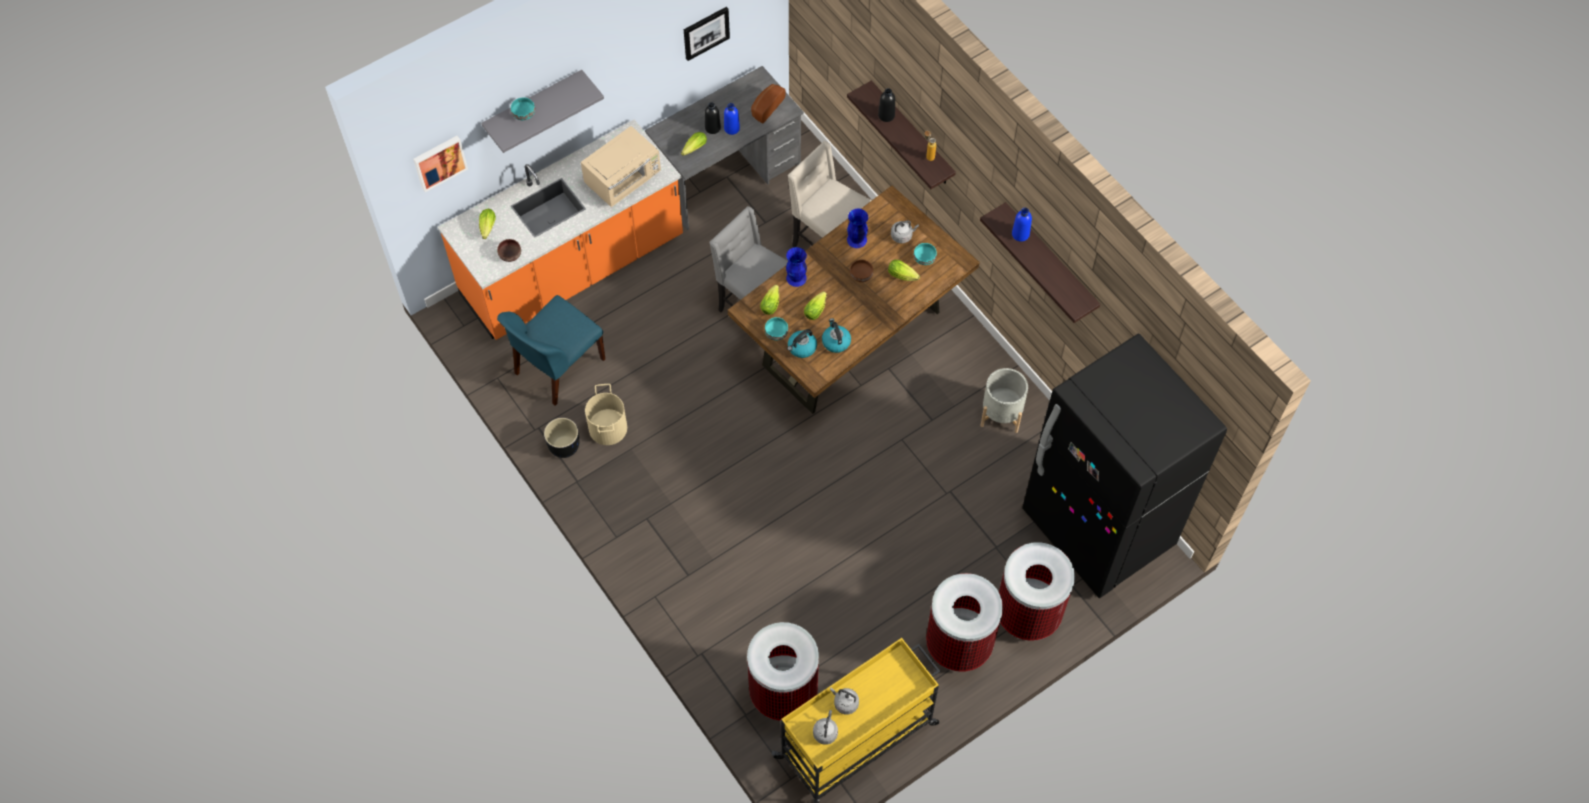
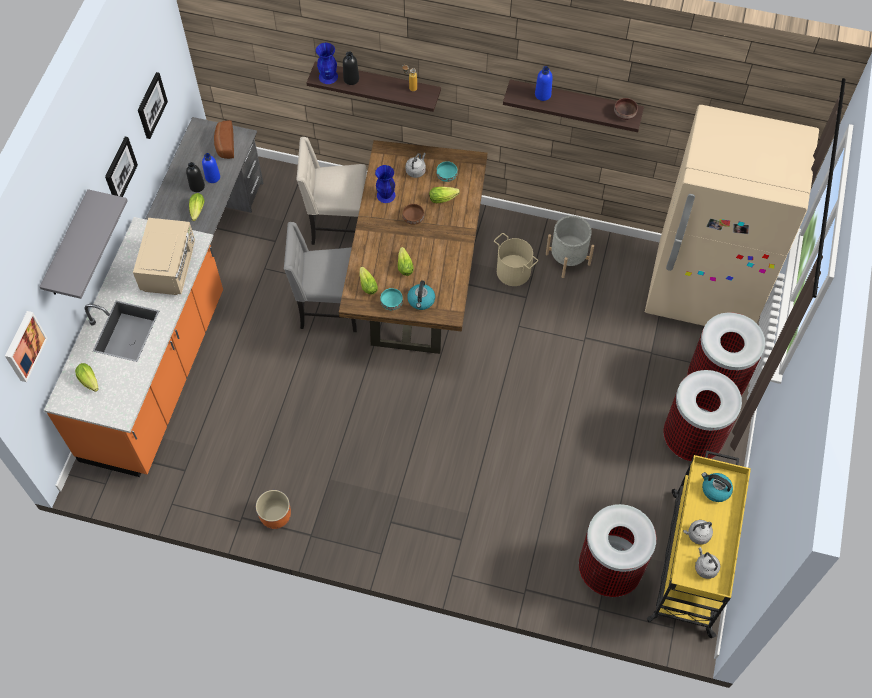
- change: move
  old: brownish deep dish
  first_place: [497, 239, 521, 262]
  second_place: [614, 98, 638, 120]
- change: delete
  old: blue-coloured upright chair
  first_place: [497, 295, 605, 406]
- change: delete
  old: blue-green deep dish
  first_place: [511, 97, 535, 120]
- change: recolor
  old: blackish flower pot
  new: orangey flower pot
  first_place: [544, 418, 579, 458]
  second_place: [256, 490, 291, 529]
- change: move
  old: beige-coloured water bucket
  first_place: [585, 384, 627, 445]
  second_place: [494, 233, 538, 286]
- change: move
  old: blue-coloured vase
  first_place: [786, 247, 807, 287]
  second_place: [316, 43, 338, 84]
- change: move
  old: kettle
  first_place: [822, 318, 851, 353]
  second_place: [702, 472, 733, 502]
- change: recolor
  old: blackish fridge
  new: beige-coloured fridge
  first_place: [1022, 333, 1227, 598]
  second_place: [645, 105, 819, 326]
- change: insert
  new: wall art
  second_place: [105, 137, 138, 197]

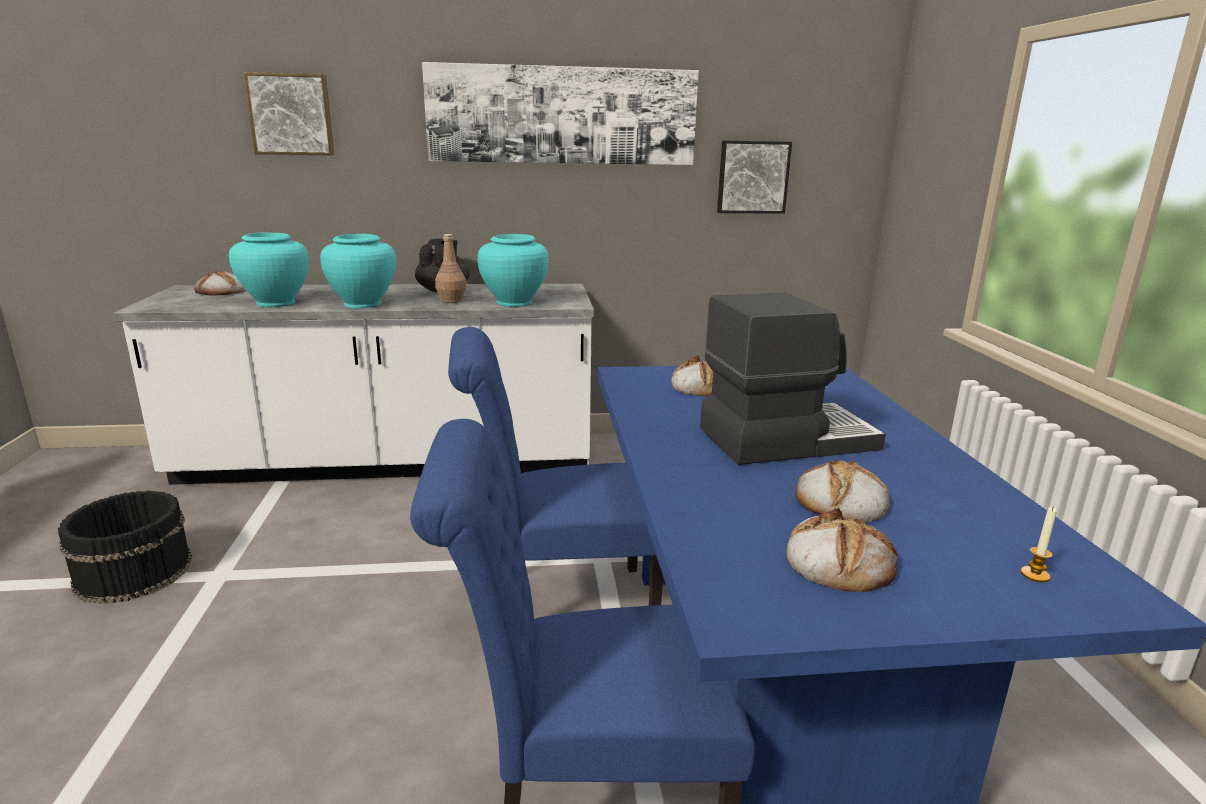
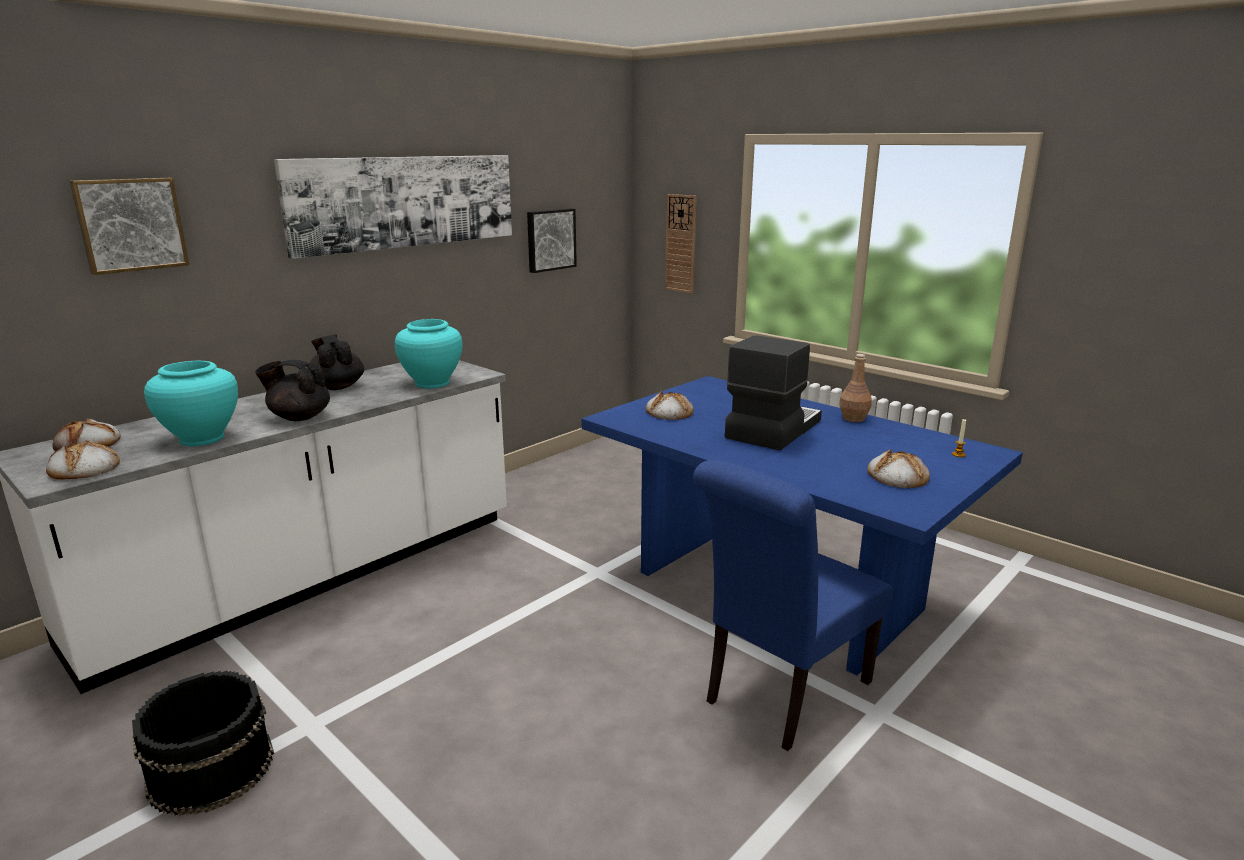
- change: replace
  old: blue-green vase
  new: blackish pot for tea
  first_place: [320, 234, 396, 308]
  second_place: [255, 360, 330, 421]
- change: move
  old: brownish drink bottle
  first_place: [435, 234, 467, 303]
  second_place: [839, 354, 872, 422]
- change: delete
  old: blue-coloured upright chair
  first_place: [448, 327, 663, 606]
- change: move
  old: bakery bread
  first_place: [795, 460, 890, 522]
  second_place: [46, 440, 120, 480]
- change: insert
  new: hanging clock
  second_place: [665, 194, 697, 293]

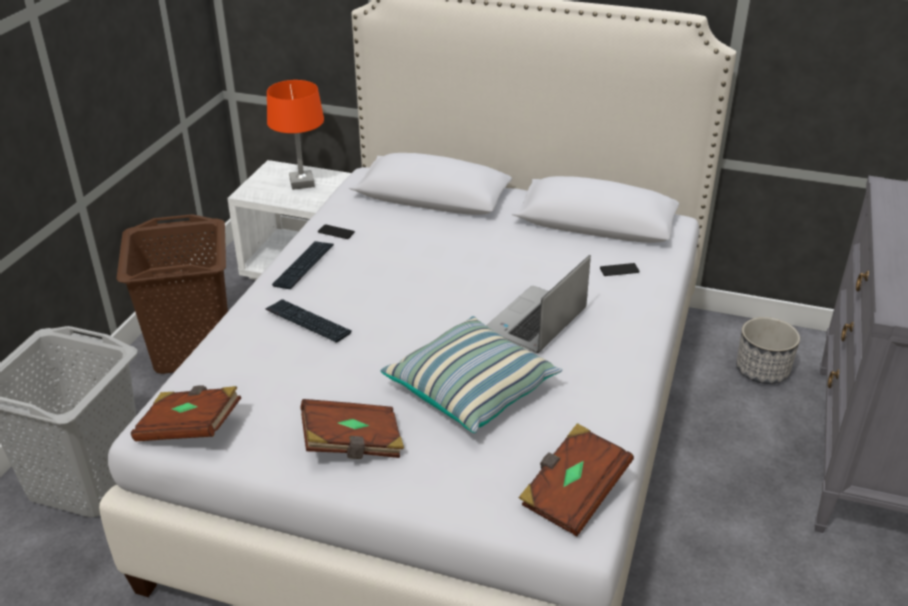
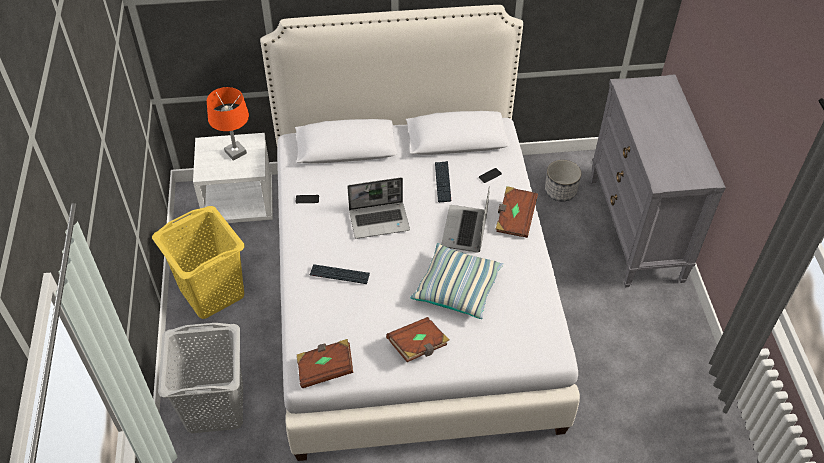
- change: recolor
  old: brownish washing basket
  new: yellowish washing basket
  first_place: [116, 214, 228, 374]
  second_place: [152, 206, 245, 319]
- change: move
  old: PC keyboard
  first_place: [272, 241, 334, 289]
  second_place: [435, 161, 451, 202]
- change: move
  old: brownish volume
  first_place: [518, 423, 634, 536]
  second_place: [496, 186, 538, 238]
- change: insert
  new: portable computer
  second_place: [347, 177, 410, 239]

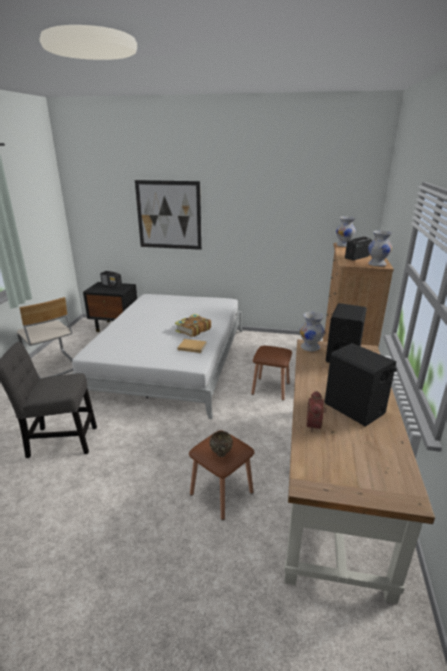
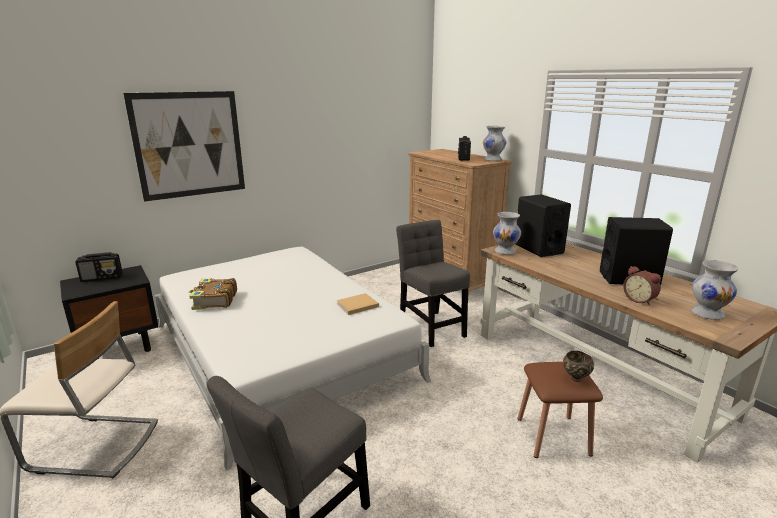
- change: move
  old: volume
  first_place: [175, 314, 211, 337]
  second_place: [188, 278, 237, 310]
- change: replace
  old: brownish stool
  new: grey upright chair
  first_place: [251, 346, 292, 400]
  second_place: [396, 220, 470, 347]
- change: move
  old: white vase
  first_place: [336, 216, 356, 247]
  second_place: [691, 260, 739, 320]

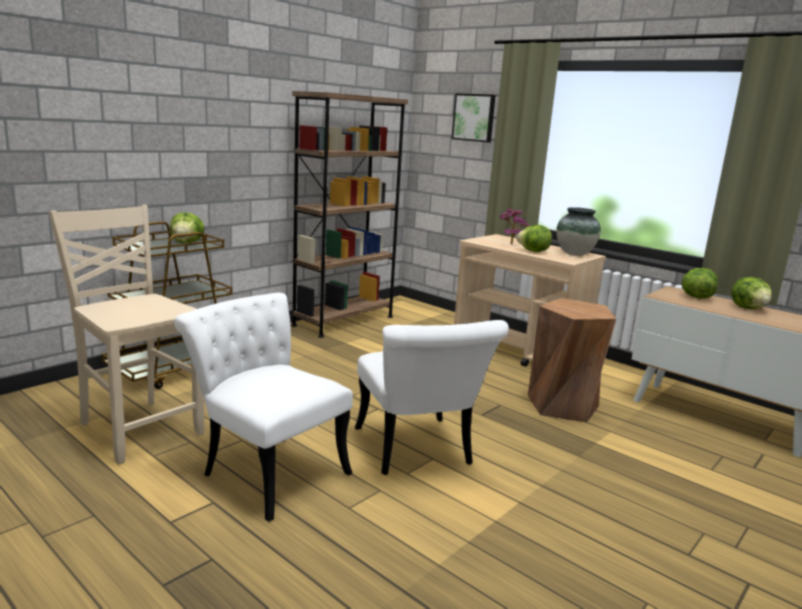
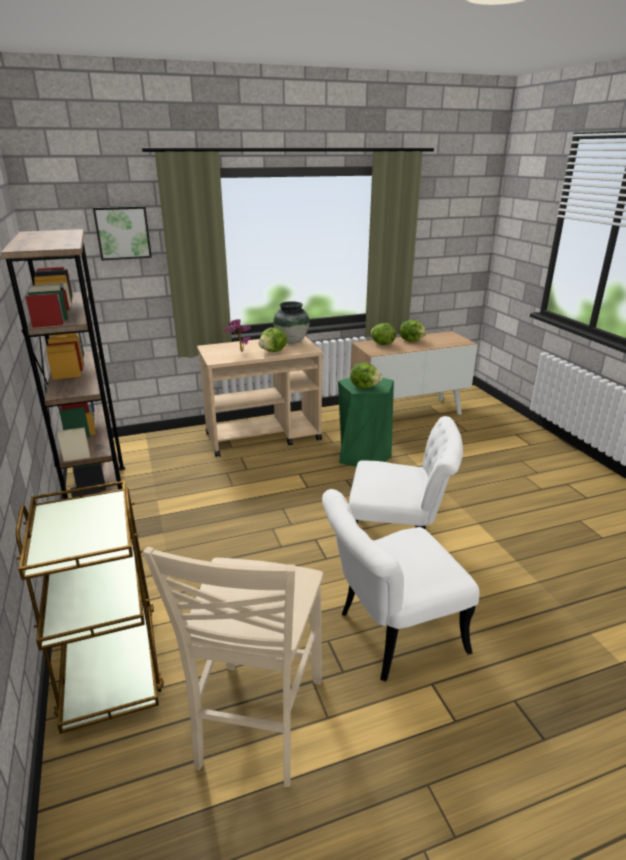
- change: rotate
  old: beige-coloured upright chair
  first_place: [48, 205, 204, 465]
  second_place: [143, 547, 323, 787]
  degrees: -60
- change: move
  old: lettuce
  first_place: [170, 212, 205, 243]
  second_place: [350, 362, 382, 389]
- change: recolor
  old: brownish stool
  new: green-coloured stool
  first_place: [528, 298, 616, 423]
  second_place: [338, 378, 394, 467]

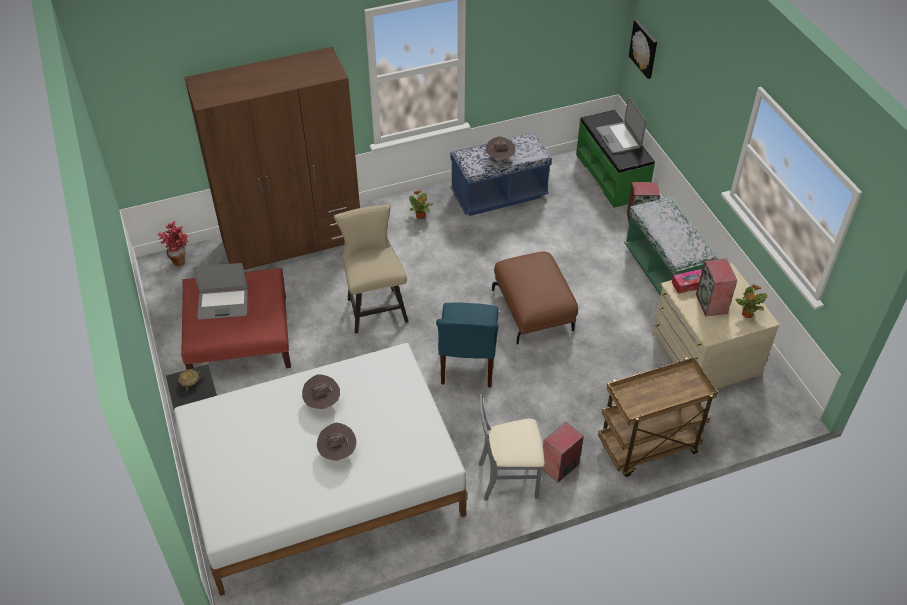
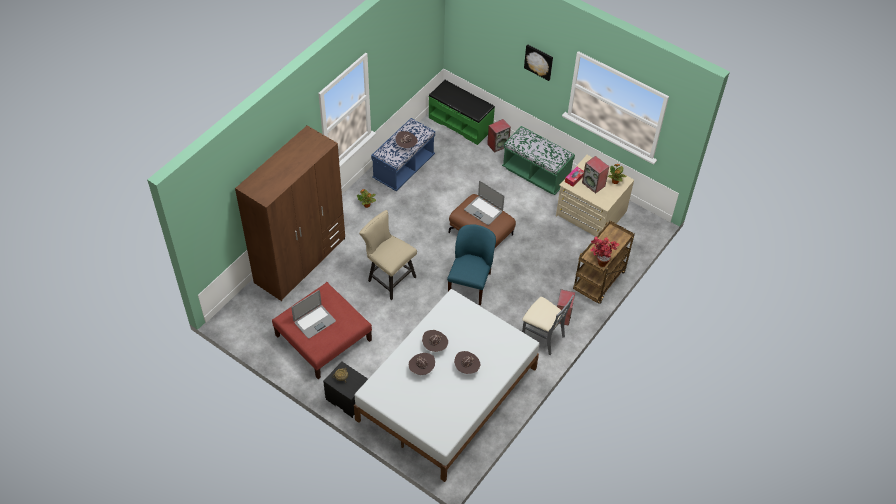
- change: move
  old: plant in a pot
  first_place: [158, 221, 189, 266]
  second_place: [590, 236, 620, 267]
- change: rotate
  old: blue-coloured upright chair
  first_place: [436, 302, 499, 388]
  second_place: [447, 224, 496, 305]
  degrees: -135
- change: rotate
  old: grey upright chair
  first_place: [479, 394, 545, 501]
  second_place: [522, 295, 574, 355]
  degrees: -105
- change: move
  old: portable computer
  first_place: [596, 97, 646, 153]
  second_place: [464, 181, 504, 225]
- change: move
  old: wall art
  first_place: [629, 19, 657, 79]
  second_place: [524, 45, 553, 81]
- change: insert
  new: brownish wearable hat
  second_place: [409, 353, 435, 375]

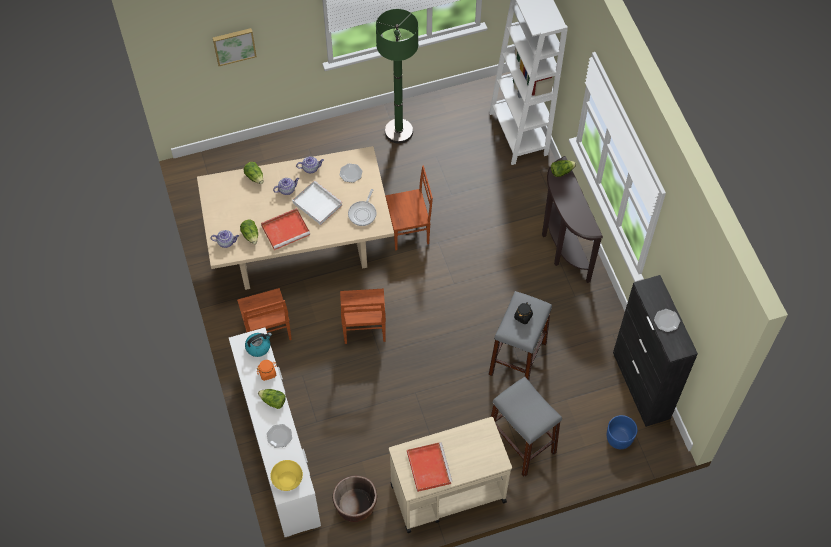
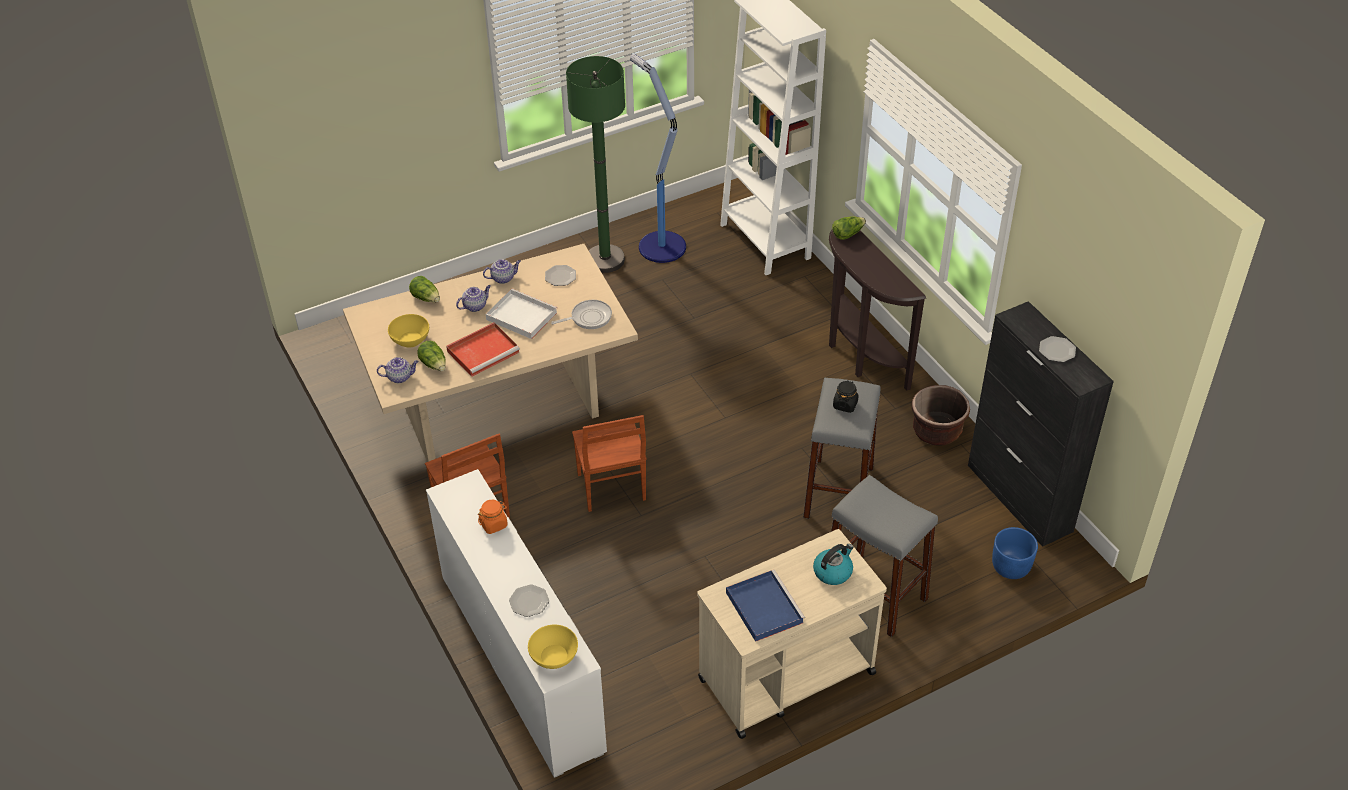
- change: delete
  old: wall art
  first_place: [213, 28, 257, 66]
- change: move
  old: kettle
  first_place: [245, 332, 272, 357]
  second_place: [813, 544, 854, 585]
- change: delete
  old: lettuce
  first_place: [258, 389, 286, 409]
- change: move
  old: brownish flower pot
  first_place: [333, 475, 377, 522]
  second_place: [912, 385, 970, 446]
- change: rotate
  old: frying pan
  first_place: [348, 189, 377, 226]
  second_place: [551, 300, 612, 329]
  degrees: -120
- change: delete
  old: brownish upright chair
  first_place: [385, 166, 433, 250]
- change: recolor
  old: red-coloured tray
  new: blue-coloured tray
  first_place: [407, 442, 453, 492]
  second_place: [726, 570, 805, 642]
- change: insert
  new: yellowish deep dish
  second_place: [388, 314, 429, 347]
- change: insert
  new: standing lamp
  second_place: [630, 54, 686, 263]

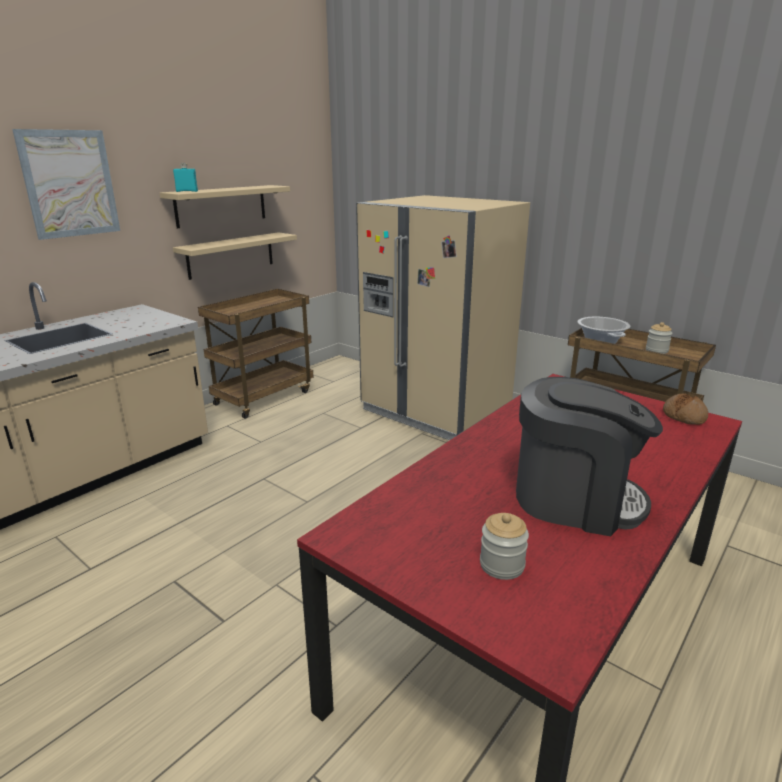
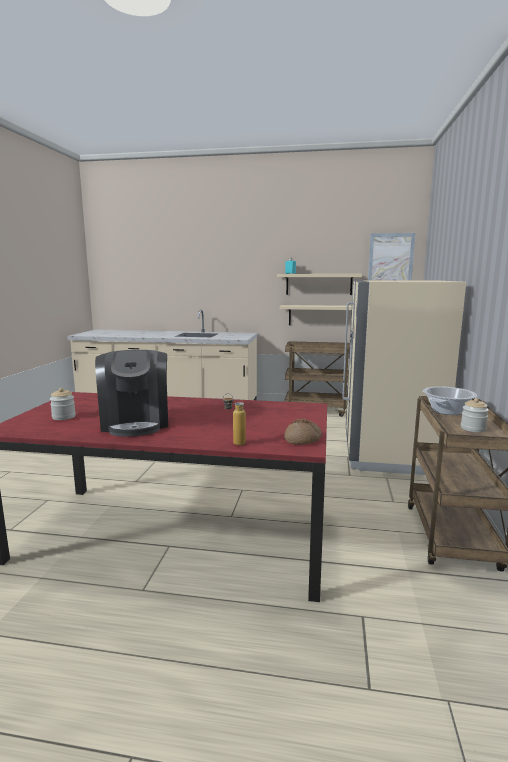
- change: move
  old: wall art
  first_place: [12, 129, 120, 240]
  second_place: [368, 233, 415, 280]
- change: insert
  new: drink bottle
  second_place: [223, 393, 246, 445]

